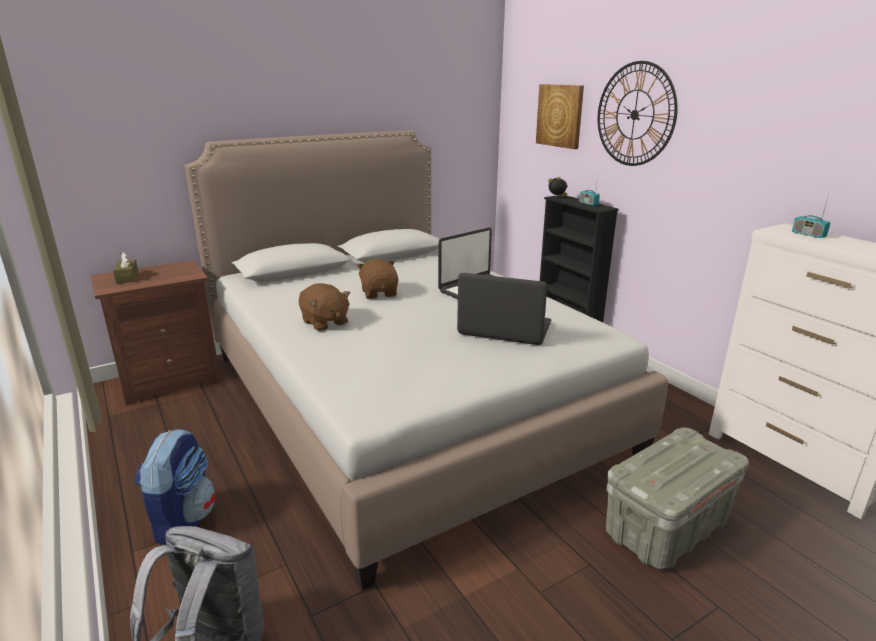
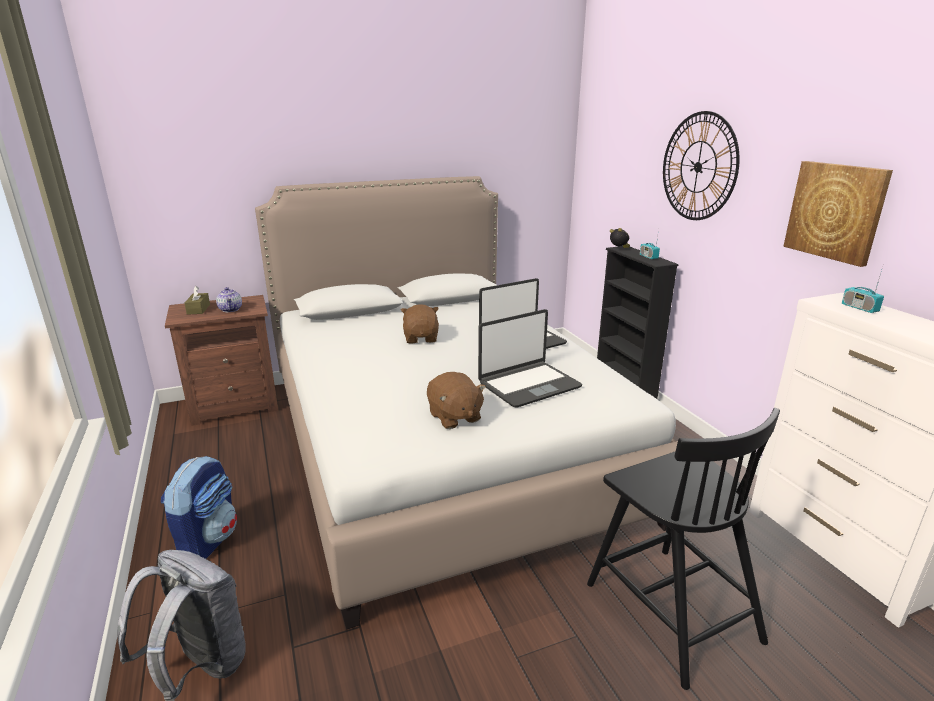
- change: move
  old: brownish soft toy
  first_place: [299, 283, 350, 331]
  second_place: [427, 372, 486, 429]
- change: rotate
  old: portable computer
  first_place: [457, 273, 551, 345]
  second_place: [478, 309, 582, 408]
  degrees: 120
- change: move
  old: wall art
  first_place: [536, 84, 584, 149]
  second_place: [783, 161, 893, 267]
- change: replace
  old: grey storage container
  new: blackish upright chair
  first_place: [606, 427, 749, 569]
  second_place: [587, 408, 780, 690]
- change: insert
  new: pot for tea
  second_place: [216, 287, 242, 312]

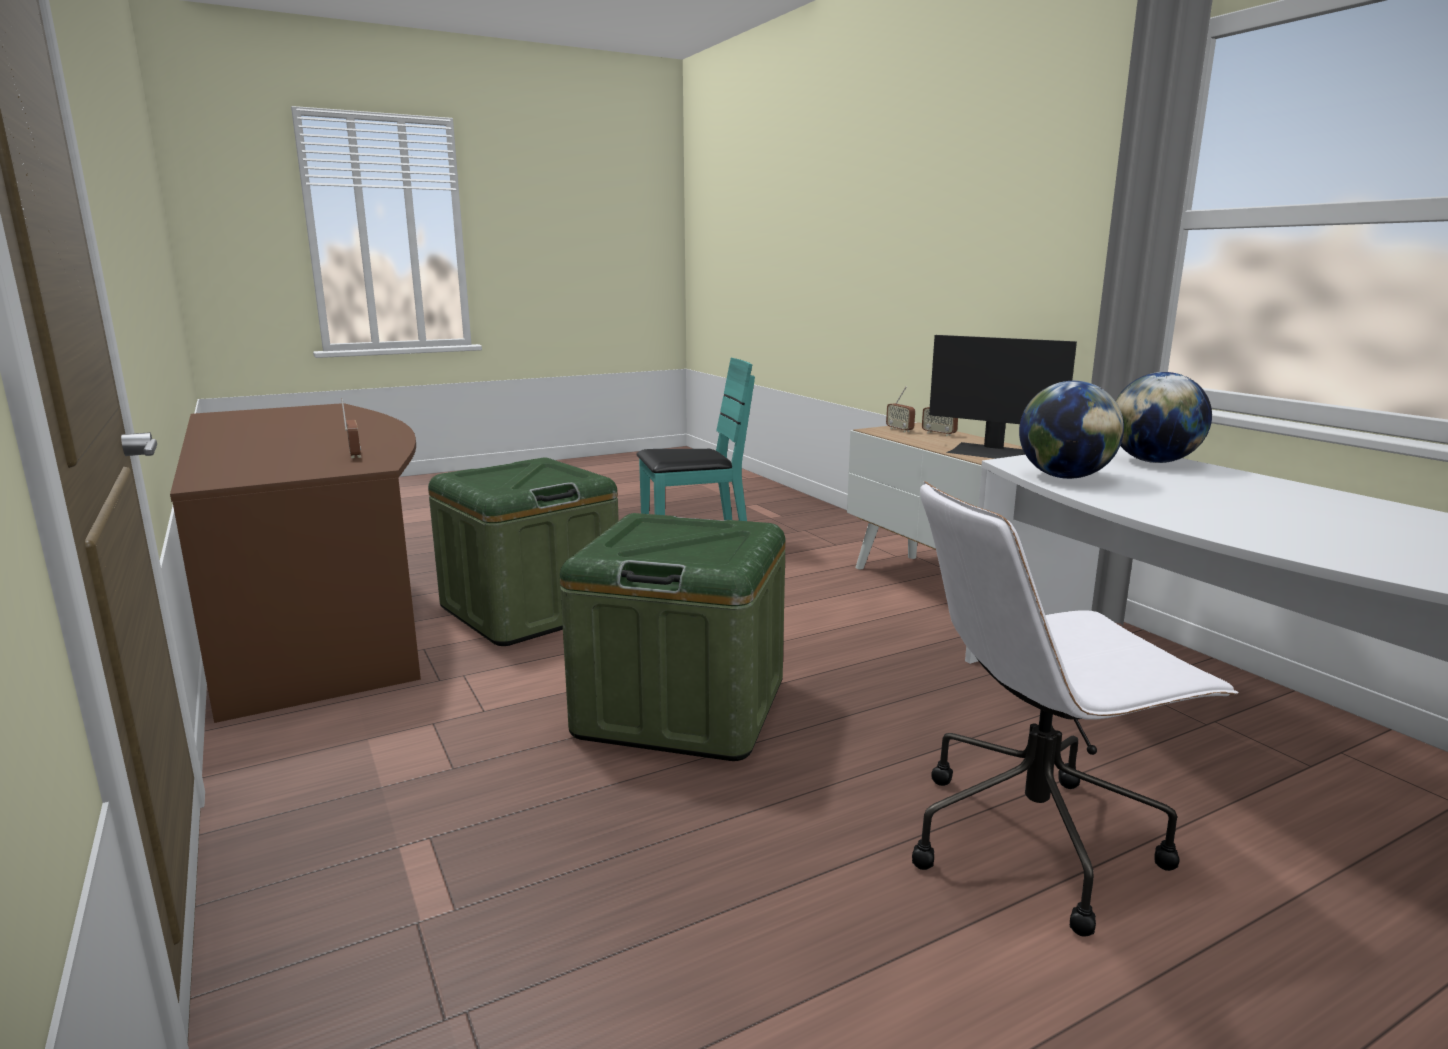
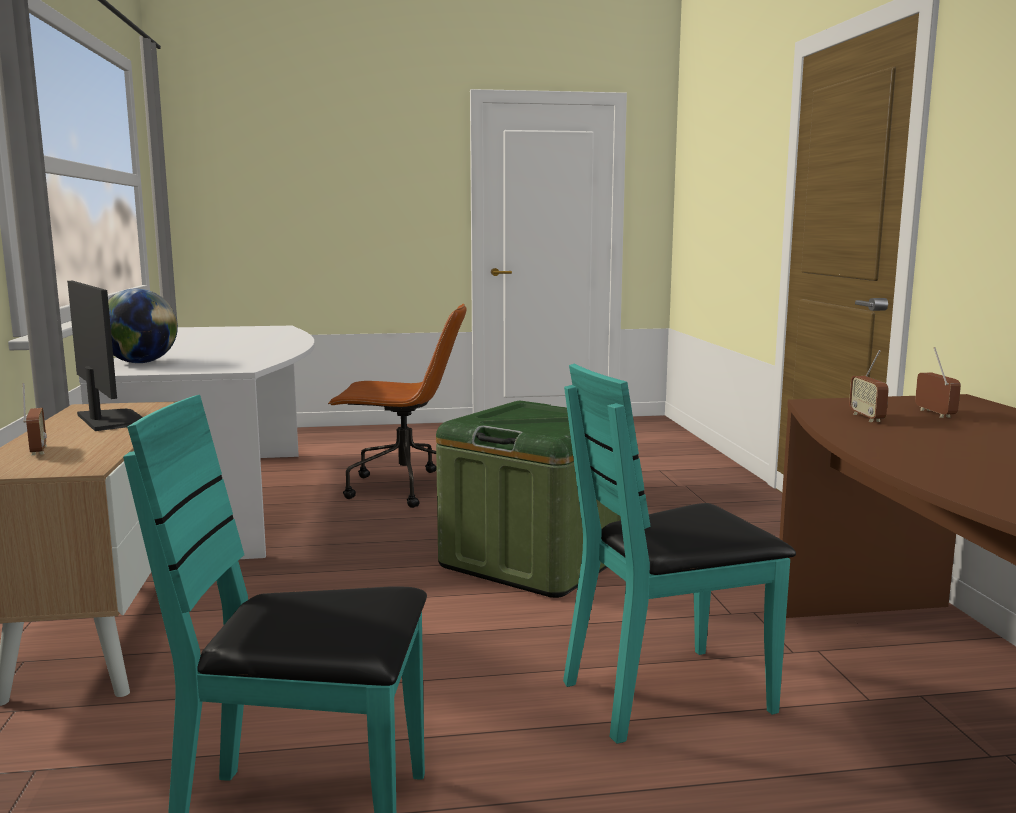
- change: replace
  old: green-coloured storage container
  new: blue-green upright chair
  first_place: [428, 458, 619, 646]
  second_place: [563, 364, 796, 744]
- change: move
  old: radio set
  first_place: [886, 386, 915, 433]
  second_place: [915, 347, 961, 418]
- change: recolor
  old: white office chair
  new: brownish office chair
  first_place: [912, 481, 1238, 937]
  second_place: [328, 304, 467, 508]
- change: delete
  old: globe
  first_place: [1019, 381, 1124, 479]

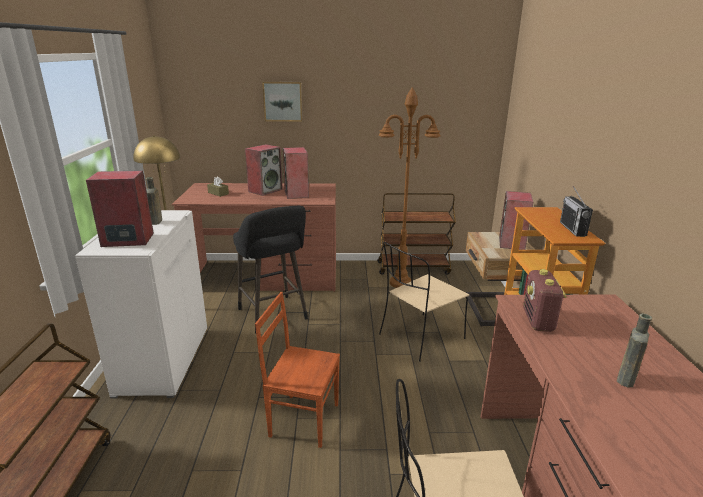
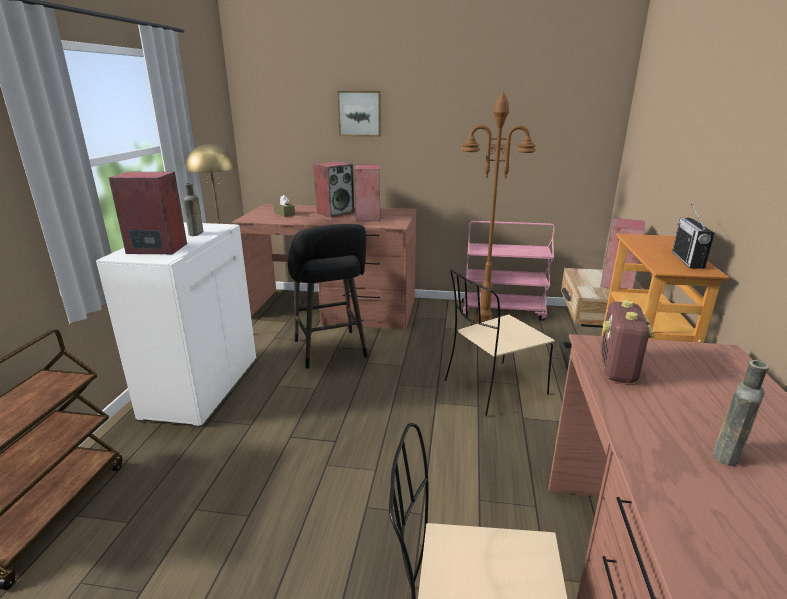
- change: delete
  old: brownish upright chair
  first_place: [255, 292, 340, 448]
- change: recolor
  old: brownish wheeled cart
  new: pinkish wheeled cart
  first_place: [377, 193, 456, 275]
  second_place: [461, 221, 555, 320]

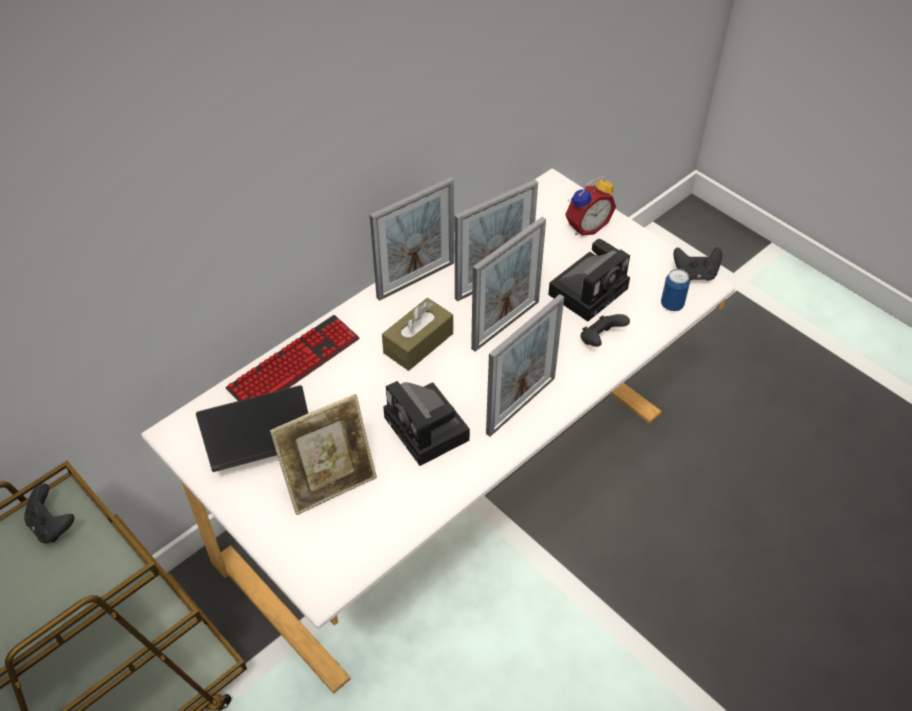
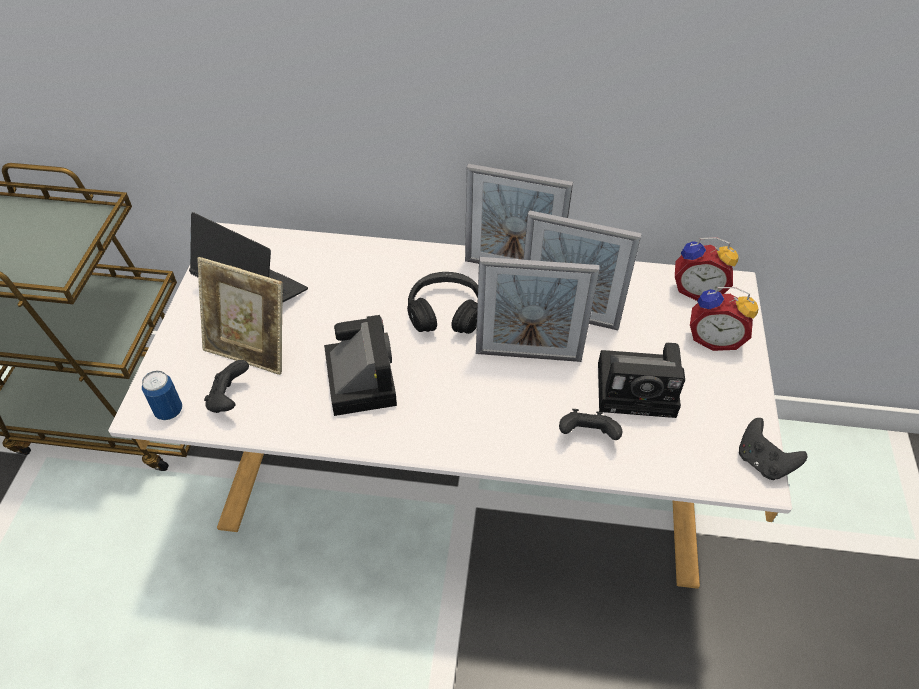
- change: move
  old: blackish gamepad
  first_place: [24, 483, 75, 543]
  second_place: [204, 360, 249, 413]
- change: delete
  old: PC keyboard
  first_place: [226, 315, 359, 401]
- change: replace
  old: brownish box of tissues
  new: blackish headphones
  first_place: [382, 298, 453, 371]
  second_place: [407, 272, 478, 334]
- change: rotate
  old: still camera
  first_place: [383, 381, 470, 466]
  second_place: [324, 315, 397, 416]
  degrees: 150
- change: delete
  old: picture frame
  first_place: [486, 294, 564, 437]
- change: move
  old: metal can
  first_place: [661, 269, 690, 311]
  second_place: [142, 370, 182, 420]
- change: insert
  new: table clock
  second_place: [675, 237, 739, 301]

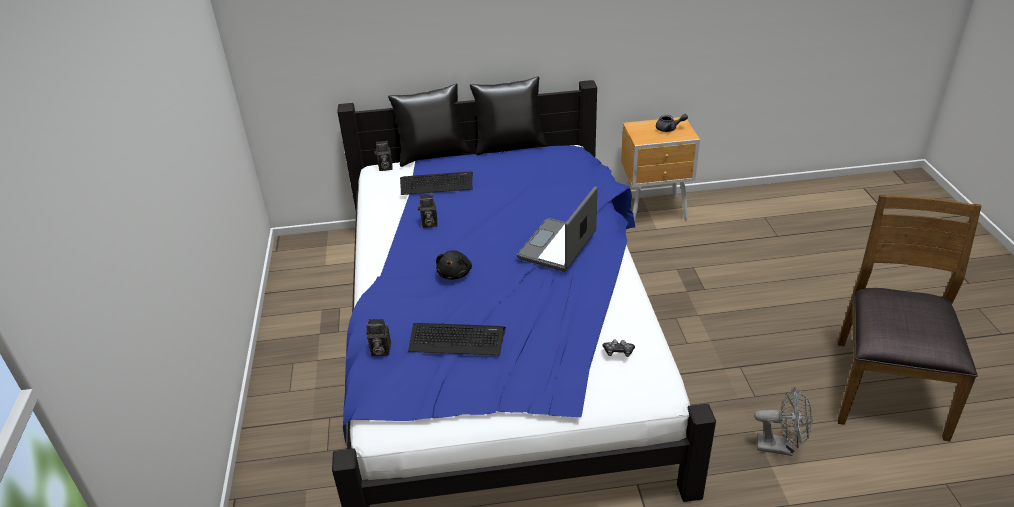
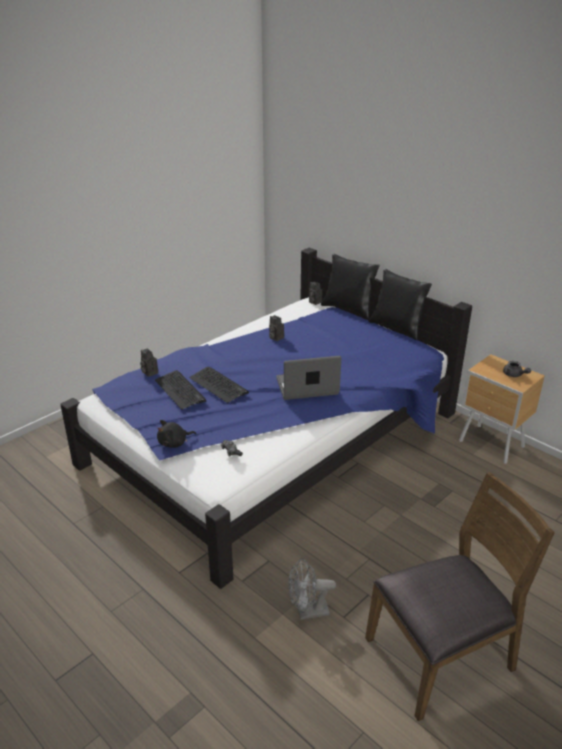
- change: move
  old: PC keyboard
  first_place: [400, 172, 473, 195]
  second_place: [189, 367, 249, 403]
- change: move
  old: blackish soft toy
  first_place: [436, 250, 472, 280]
  second_place: [157, 420, 196, 448]
- change: rotate
  old: grey fan
  first_place: [754, 386, 812, 456]
  second_place: [289, 558, 336, 620]
  degrees: 105

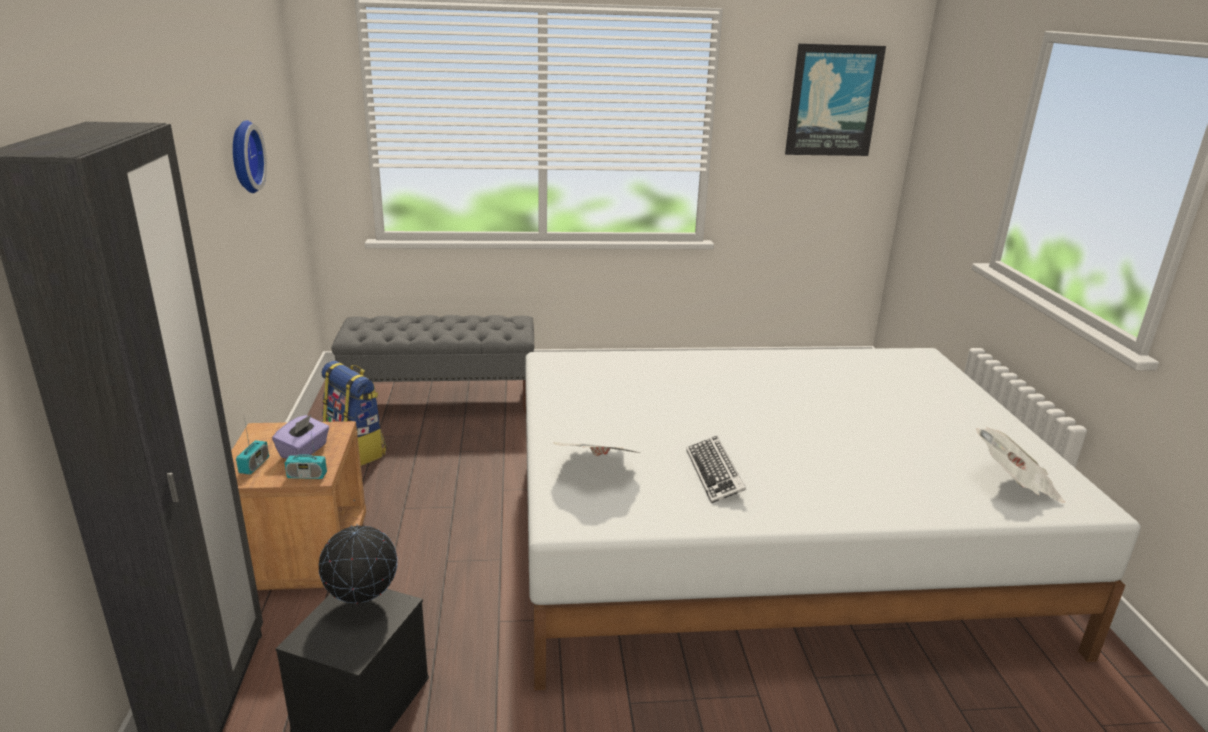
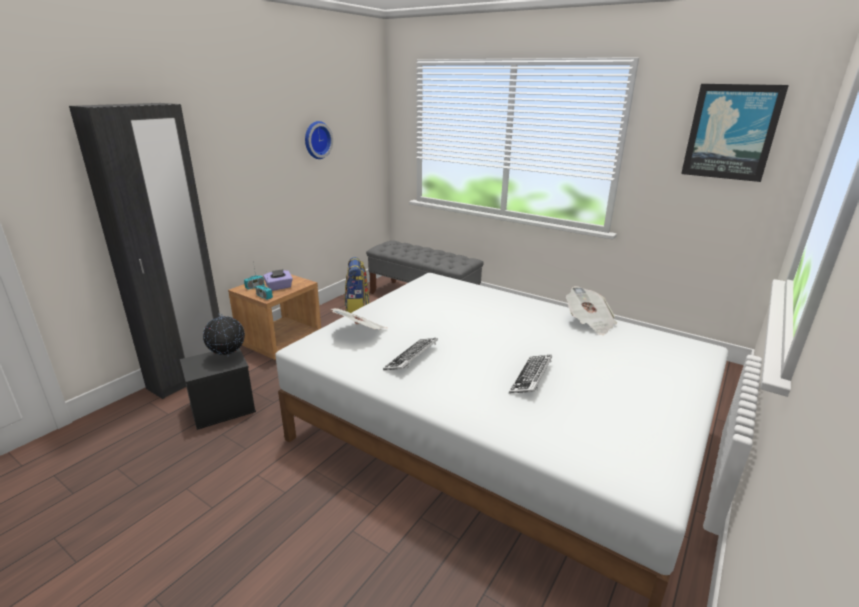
- change: move
  old: newspaper
  first_place: [976, 428, 1065, 503]
  second_place: [566, 286, 617, 335]
- change: insert
  new: PC keyboard
  second_place: [509, 355, 552, 394]

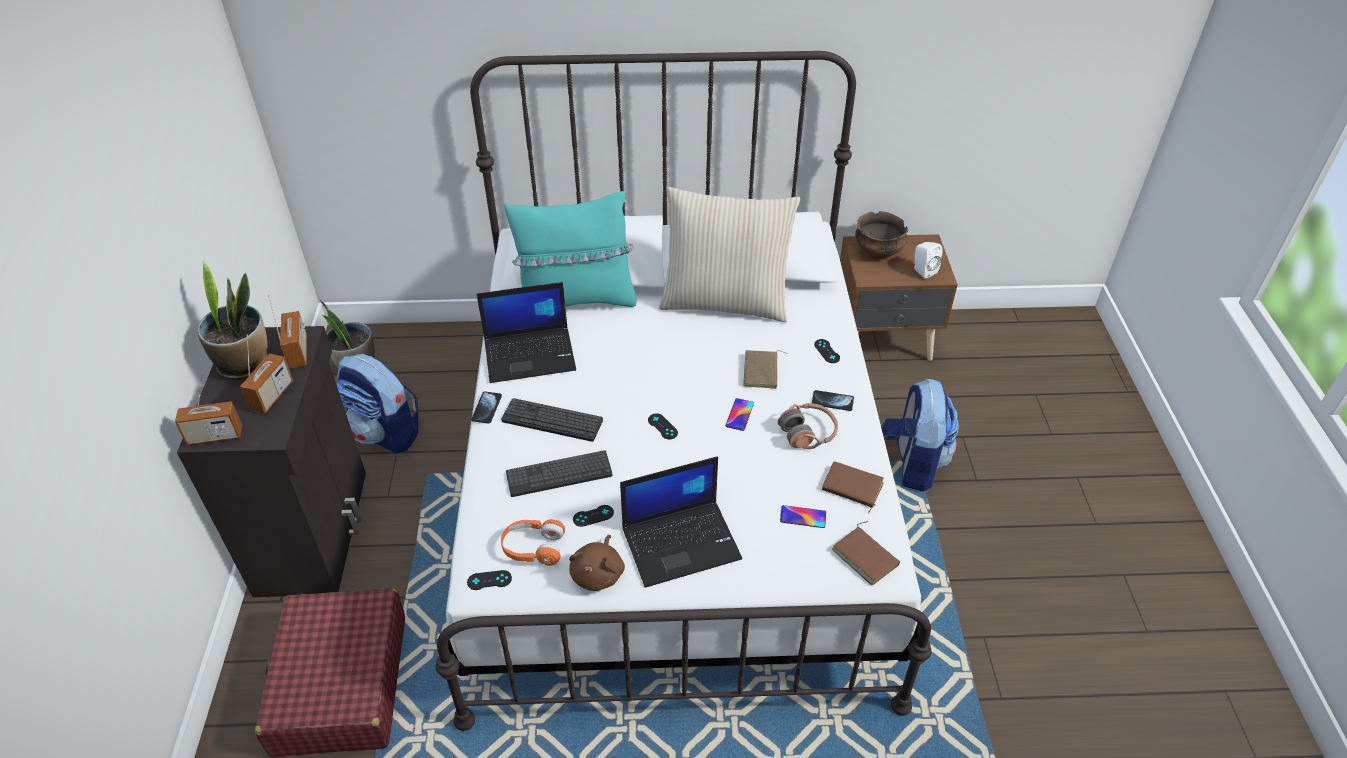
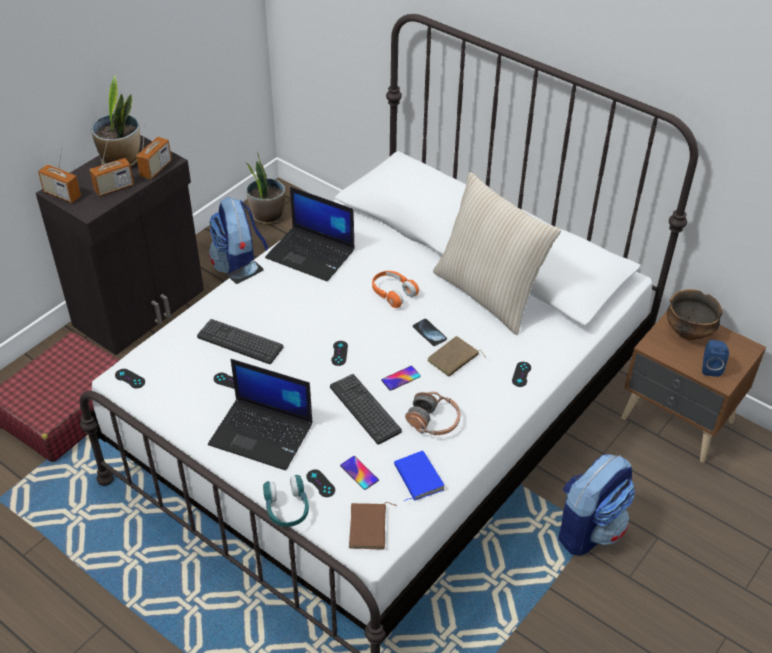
- change: move
  old: PC keyboard
  first_place: [501, 398, 603, 442]
  second_place: [330, 374, 402, 444]
- change: move
  old: orangey headphones
  first_place: [501, 519, 565, 566]
  second_place: [372, 271, 419, 308]
- change: delete
  old: blue-green cushion
  first_place: [504, 191, 637, 307]
- change: delete
  old: brownish soft toy
  first_place: [569, 535, 625, 591]
- change: move
  old: handset
  first_place: [812, 390, 854, 411]
  second_place: [413, 319, 447, 346]
- change: recolor
  old: brownish volume
  new: blue-coloured volume
  first_place: [822, 461, 884, 514]
  second_place: [394, 451, 445, 501]
- change: recolor
  old: white audio speaker
  new: blue-coloured audio speaker
  first_place: [914, 242, 942, 279]
  second_place: [702, 340, 729, 377]
- change: insert
  new: blue-green headphones
  second_place: [263, 475, 309, 527]
- change: insert
  new: blackish gamepad
  second_place: [306, 470, 335, 497]

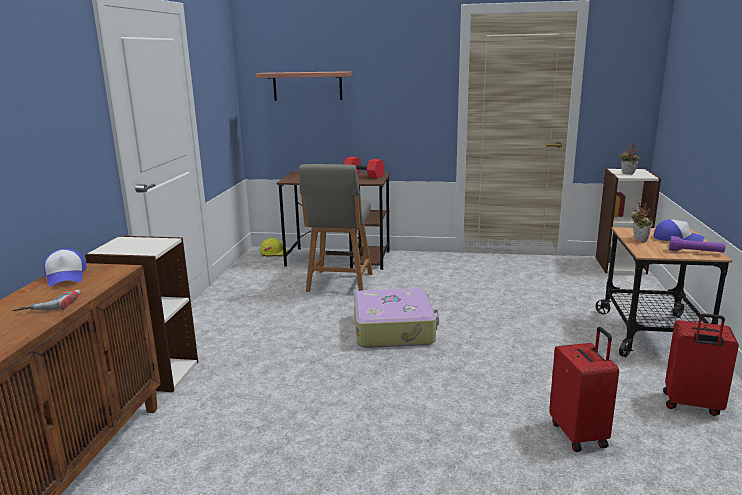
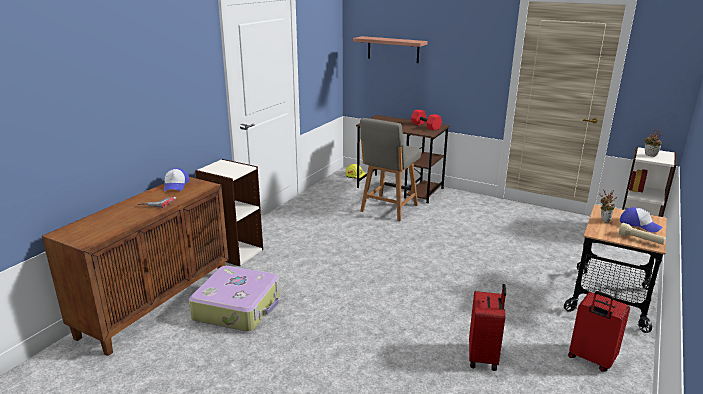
- change: move
  old: piece of luggage
  first_place: [354, 288, 439, 348]
  second_place: [189, 266, 280, 331]
- change: recolor
  old: purple-coloured hand torch
  new: beige-coloured hand torch
  first_place: [669, 236, 725, 252]
  second_place: [619, 223, 666, 245]

